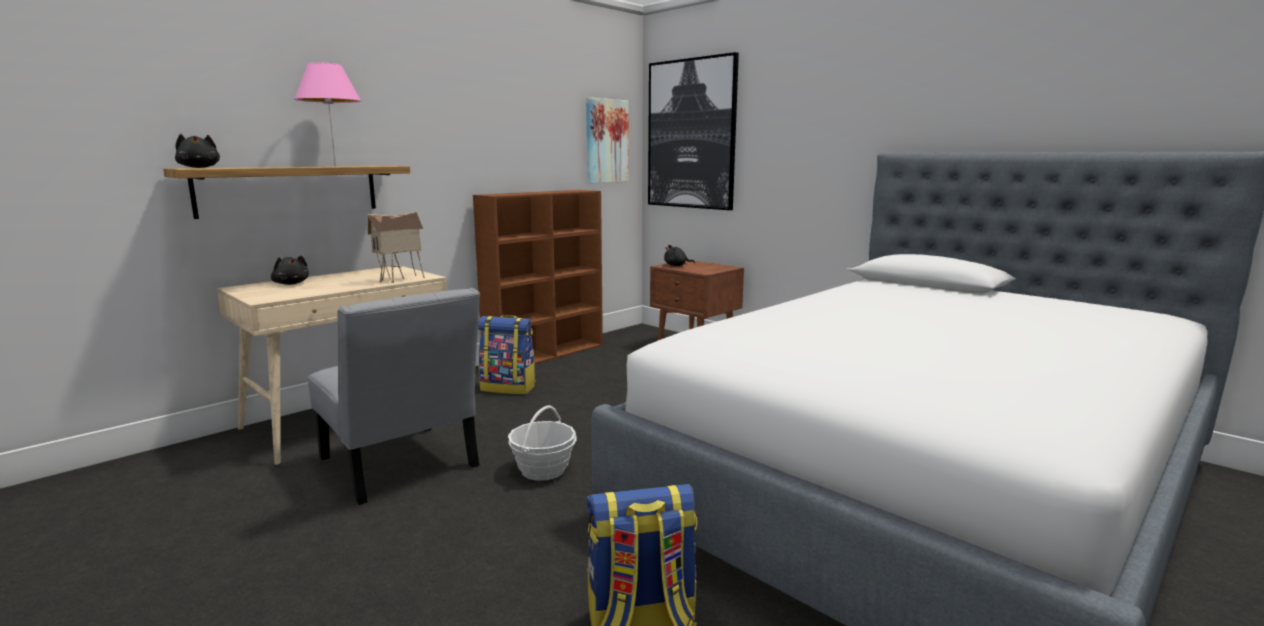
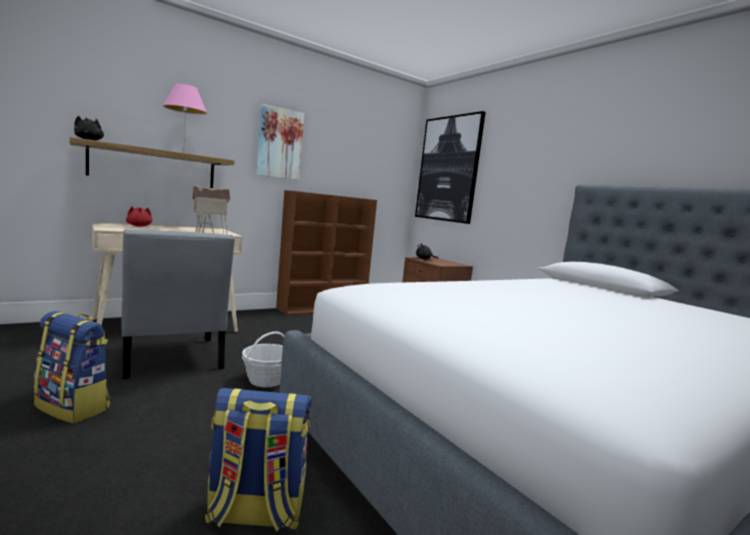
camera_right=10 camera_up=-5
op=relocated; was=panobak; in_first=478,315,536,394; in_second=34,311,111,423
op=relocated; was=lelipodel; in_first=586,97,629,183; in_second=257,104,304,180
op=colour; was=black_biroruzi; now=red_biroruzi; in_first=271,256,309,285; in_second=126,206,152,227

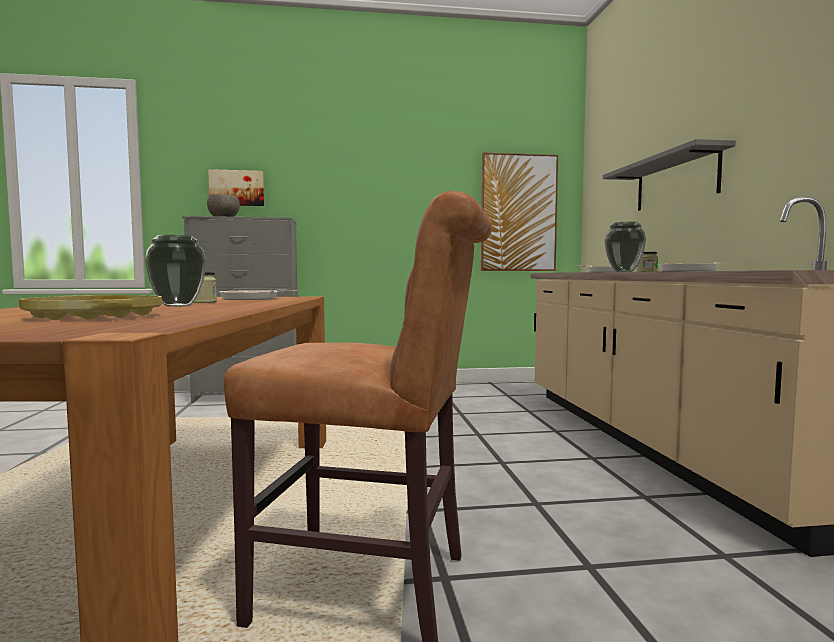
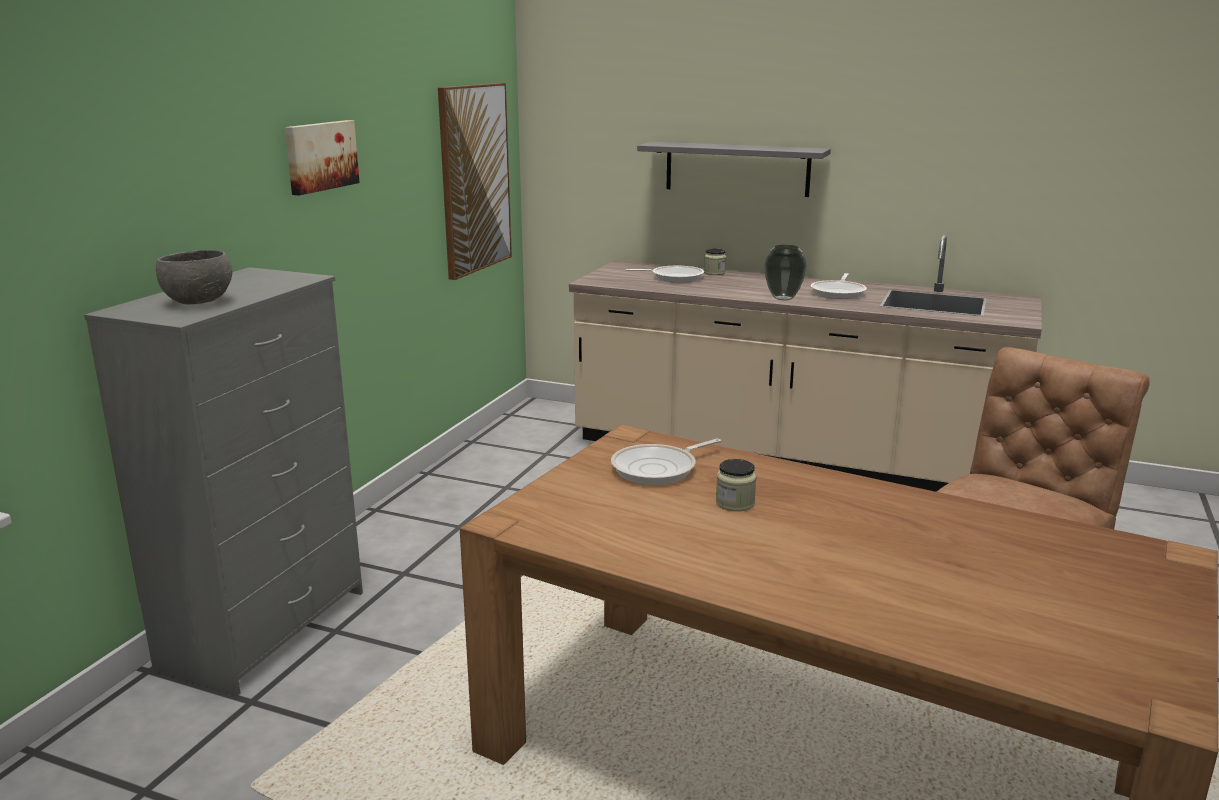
camera_right=-60 camera_up=15
op=missing; was=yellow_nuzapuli; in_first=19,295,162,320
op=missing; was=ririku; in_first=145,235,206,307
op=relocated; was=lelipodel; in_first=208,169,264,206; in_second=285,120,360,195

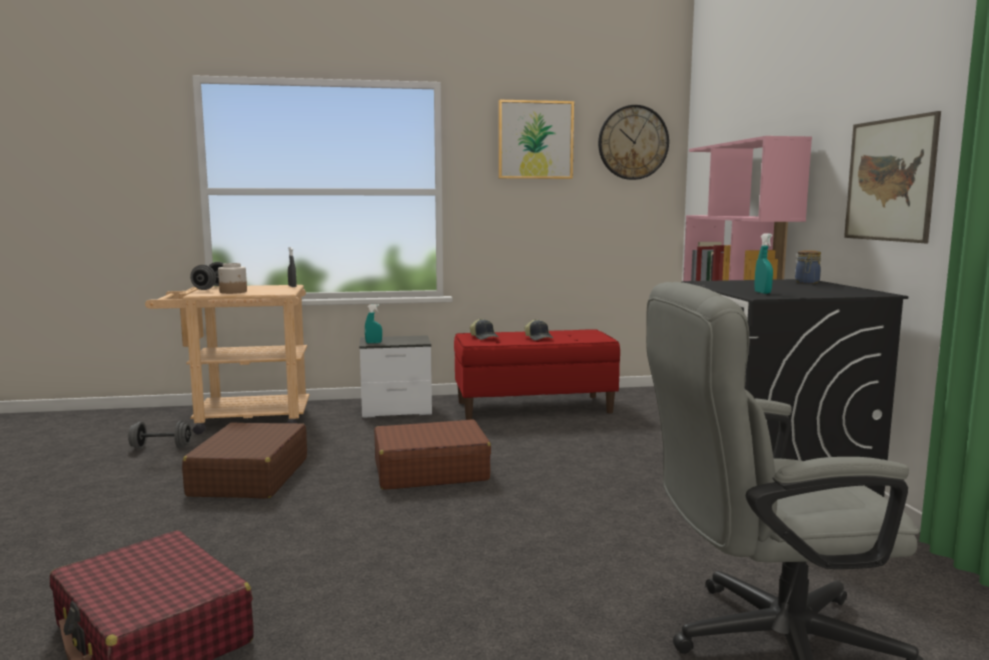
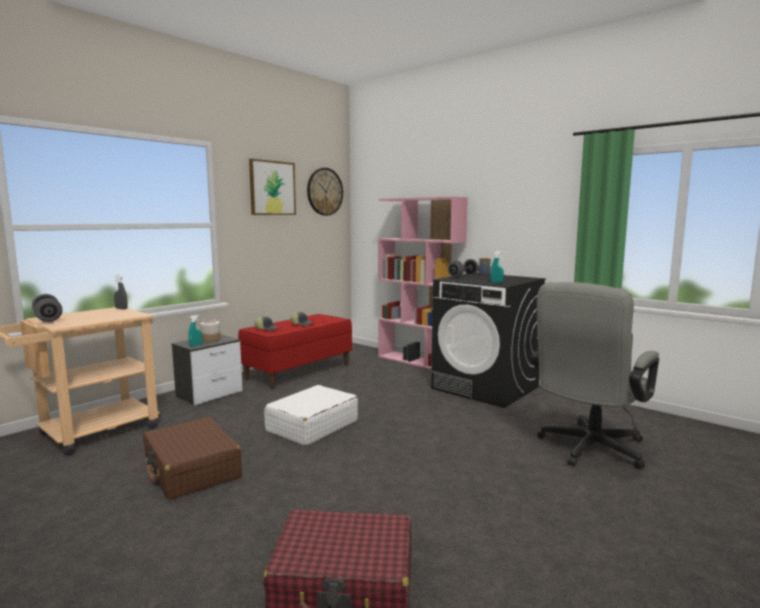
camera_right=-40 camera_up=0
op=missing; was=lelipodel; in_first=844,111,941,243
op=relocated; was=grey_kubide; in_first=128,421,192,449; in_second=448,259,479,278
op=relocated; was=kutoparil; in_first=218,263,247,294; in_second=200,319,221,342
op=colour; was=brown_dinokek; now=white_dinokek; in_first=374,419,491,490; in_second=264,385,358,446

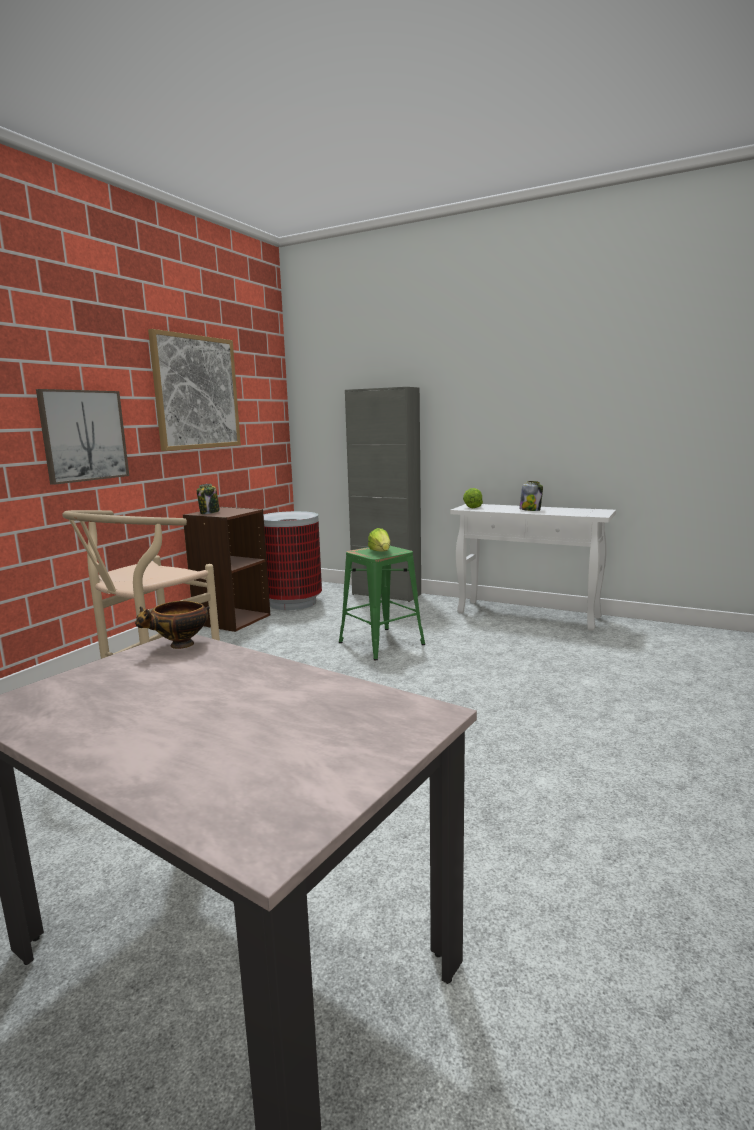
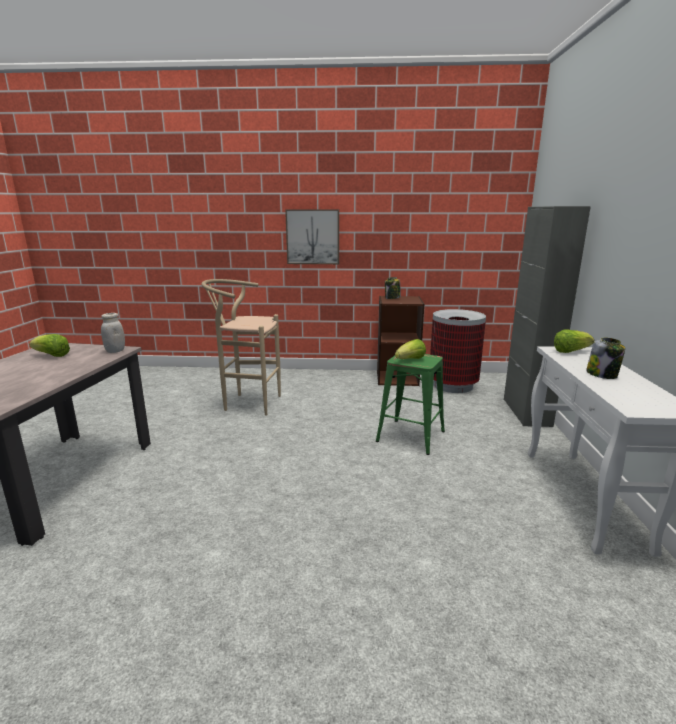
camera_right=65 camera_up=5
op=missing; was=lelipodel; in_first=148,329,241,451
op=appeared; now=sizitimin; in_second=29,334,70,357
op=exchanged; was=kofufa; now=white_kutoparil; in_first=135,601,210,649; in_second=101,313,125,353

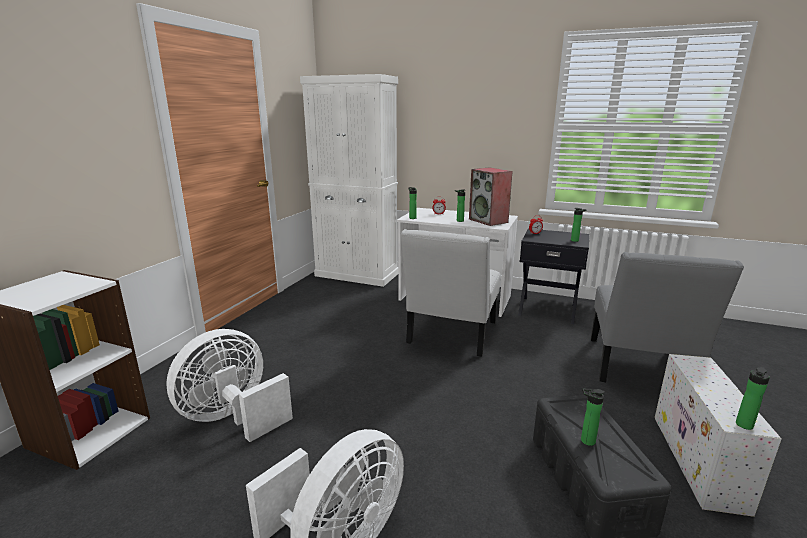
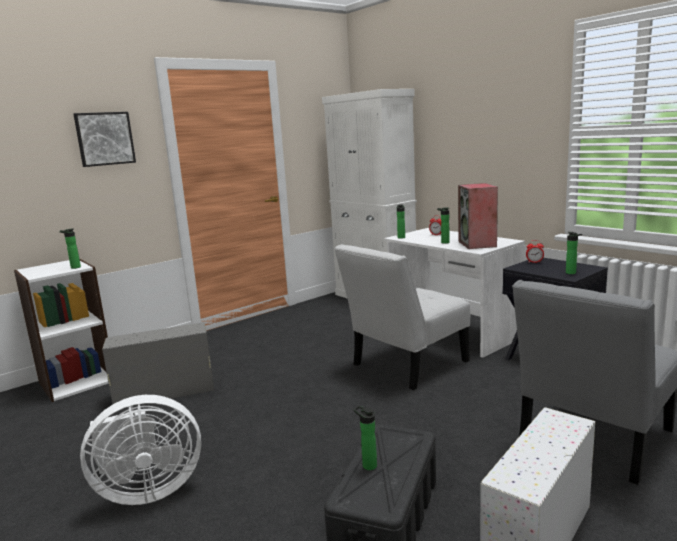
camera_right=30 camera_up=-5
op=appeared; now=lelipodel; in_second=73,112,136,167
op=relocated; was=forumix; in_first=736,367,770,430; in_second=59,229,81,269
op=exchanged; was=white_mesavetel; now=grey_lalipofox; in_first=166,329,293,442; in_second=102,322,214,406

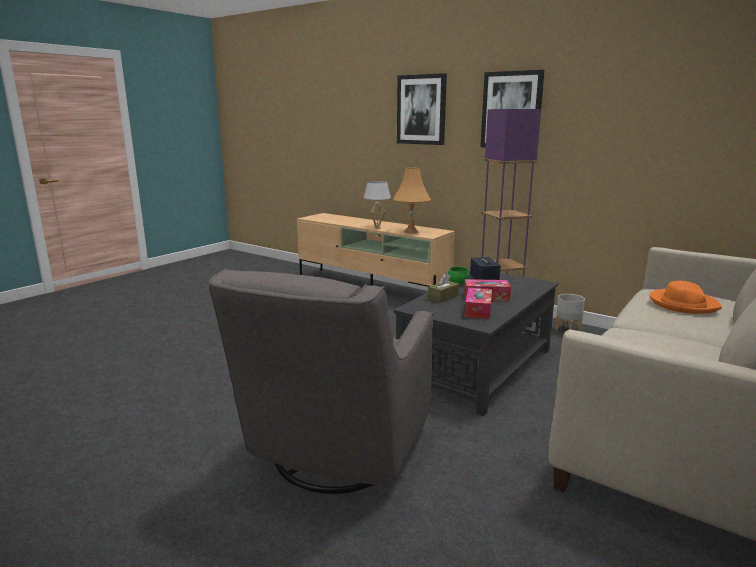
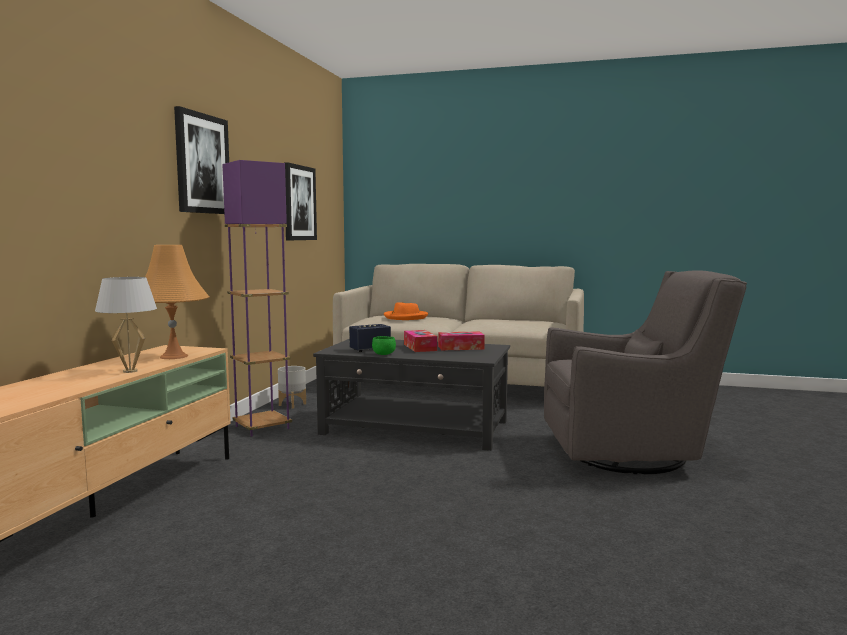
camera_right=-110 camera_up=-10
op=missing; was=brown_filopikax; in_first=428,273,459,303
op=relocated; was=lelipodel; in_first=397,73,447,145; in_second=285,162,317,240

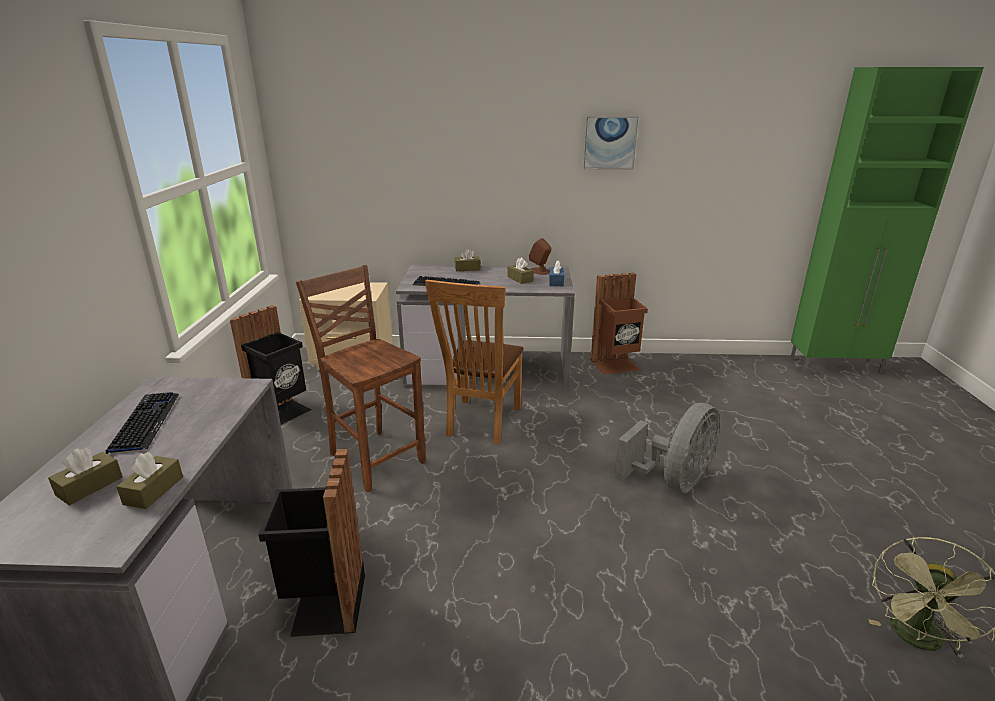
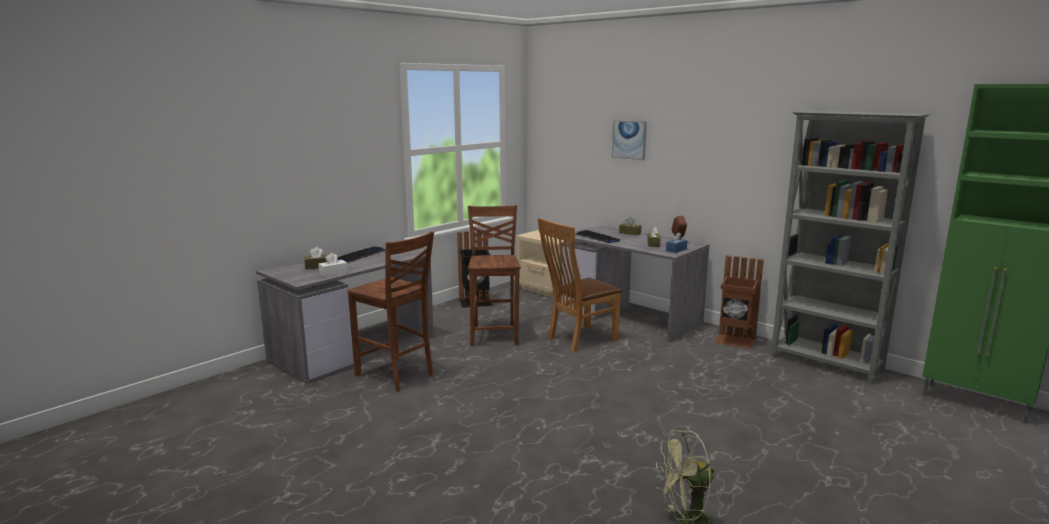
camera_right=40 camera_up=-10
op=missing; was=grey_mesavetel; in_first=615,403,719,493
op=appeared; now=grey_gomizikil; in_second=771,111,931,384
op=relocated; was=lelipodel; in_first=583,116,638,170; in_second=612,120,647,160
op=exchanged; was=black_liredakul; now=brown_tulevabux; in_first=258,449,365,637; in_second=347,231,434,392
op=colour; was=brown_filopikax; now=white_filopikax; in_first=117,452,183,509; in_second=319,253,348,277

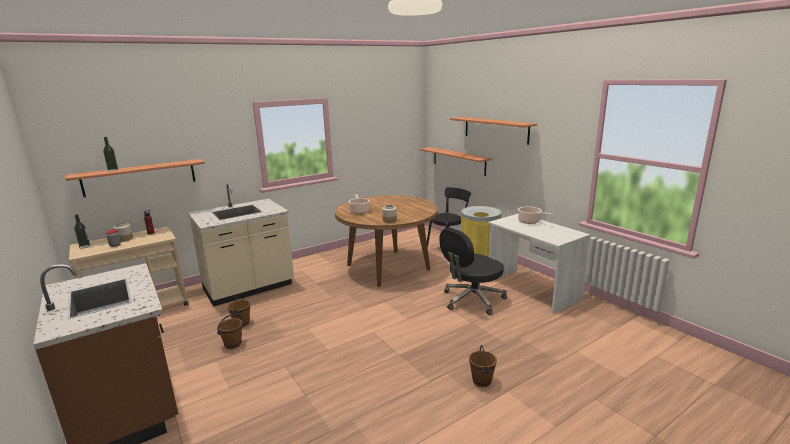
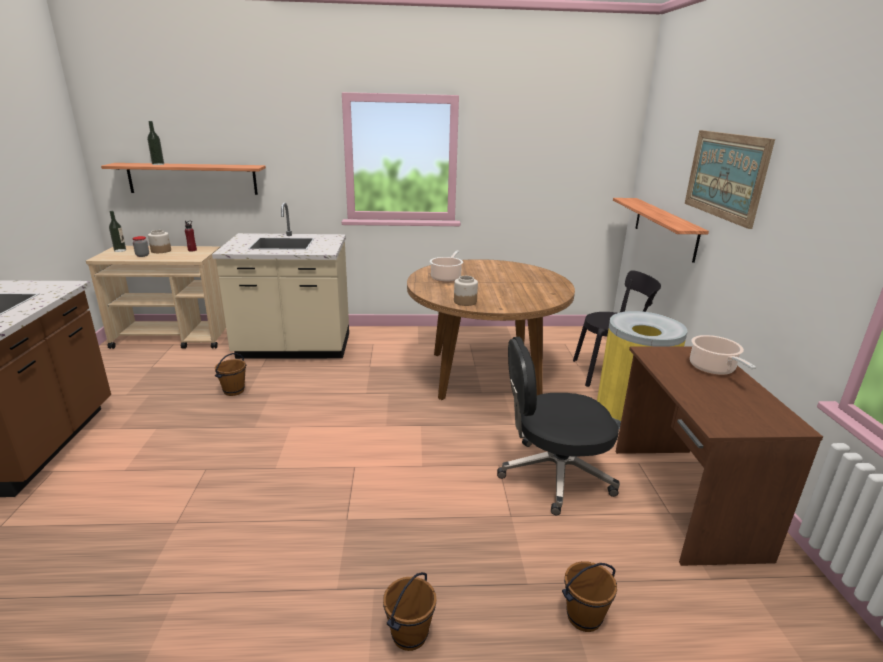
camera_right=30 camera_up=5
op=relocated; was=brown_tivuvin; in_first=217,314,243,349; in_second=562,561,617,632
op=exchanged; was=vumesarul; now=lelipodel; in_first=450,117,537,145; in_second=685,130,775,229
op=colour; was=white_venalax; now=brown_venalax; in_first=488,214,590,314; in_second=616,346,823,566

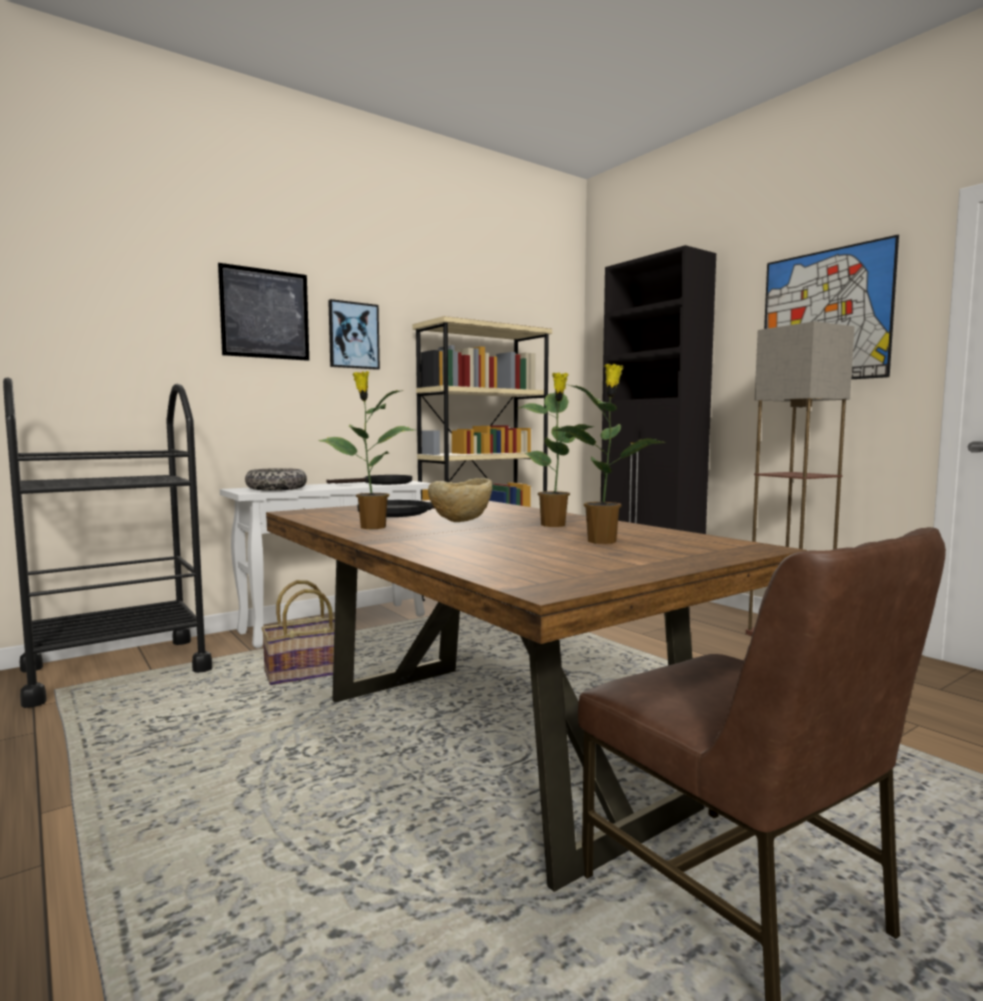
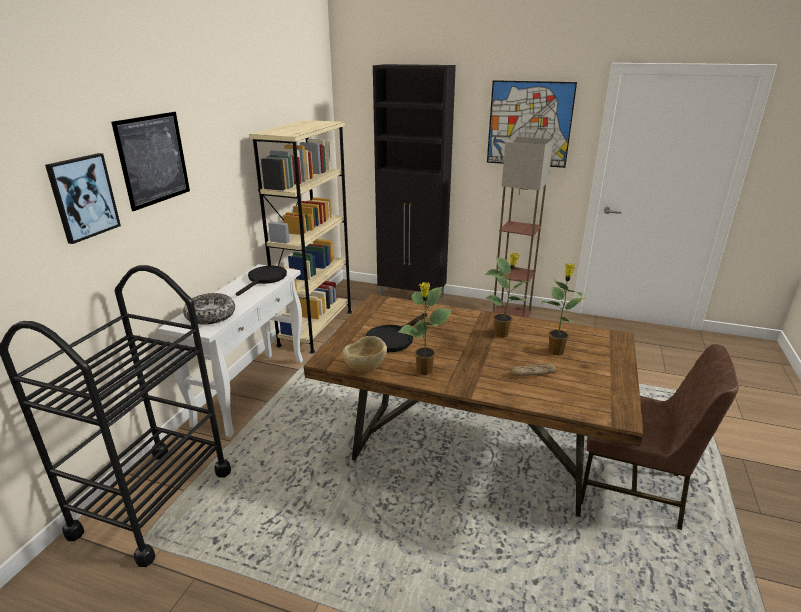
camera_right=-35 camera_up=20
op=missing; was=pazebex; in_first=261,580,335,685
op=appeared; now=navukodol; in_second=511,363,556,376
op=relocated; was=lelipodel; in_first=328,299,380,370; in_second=45,153,121,244
op=relocated; was=beige_kofufa; in_first=428,478,492,522; in_second=342,336,387,372

